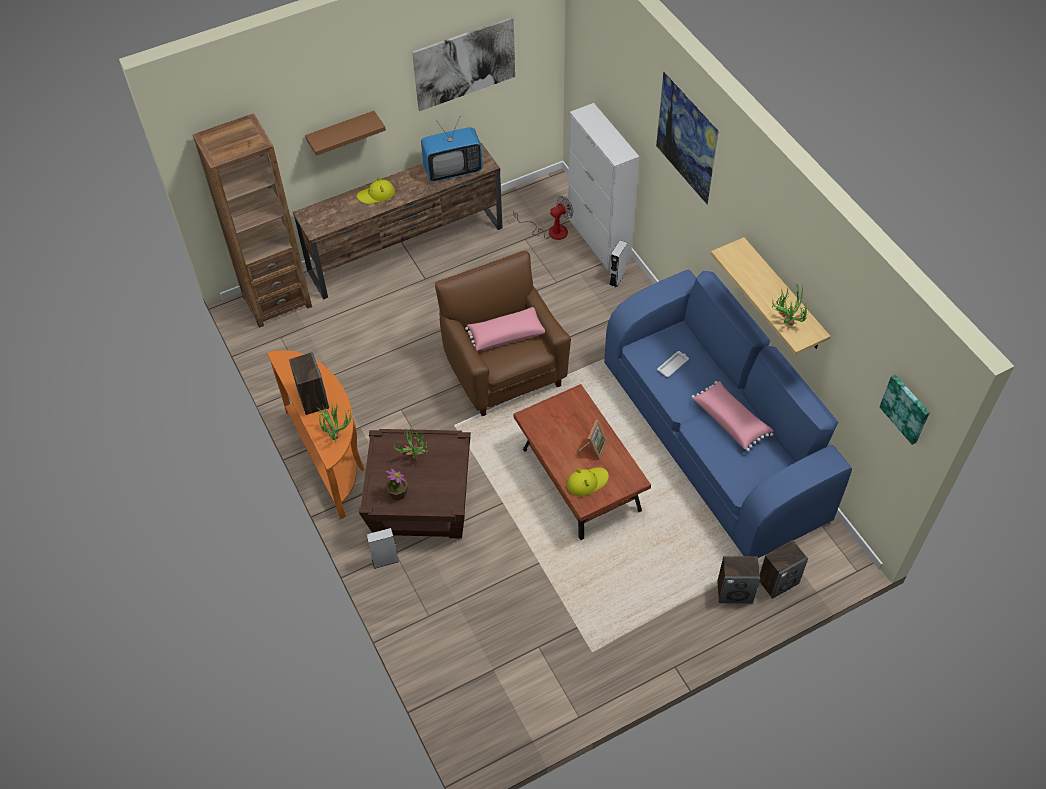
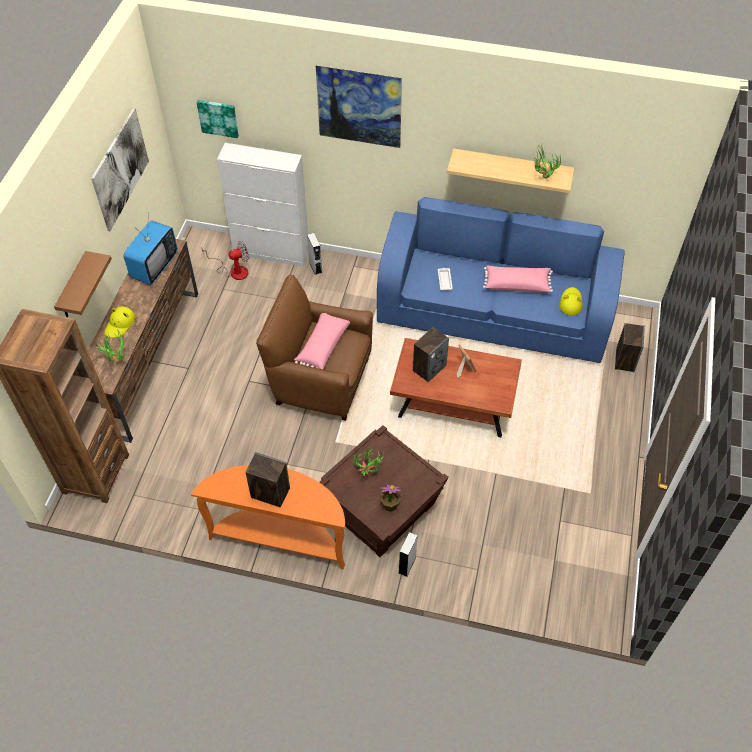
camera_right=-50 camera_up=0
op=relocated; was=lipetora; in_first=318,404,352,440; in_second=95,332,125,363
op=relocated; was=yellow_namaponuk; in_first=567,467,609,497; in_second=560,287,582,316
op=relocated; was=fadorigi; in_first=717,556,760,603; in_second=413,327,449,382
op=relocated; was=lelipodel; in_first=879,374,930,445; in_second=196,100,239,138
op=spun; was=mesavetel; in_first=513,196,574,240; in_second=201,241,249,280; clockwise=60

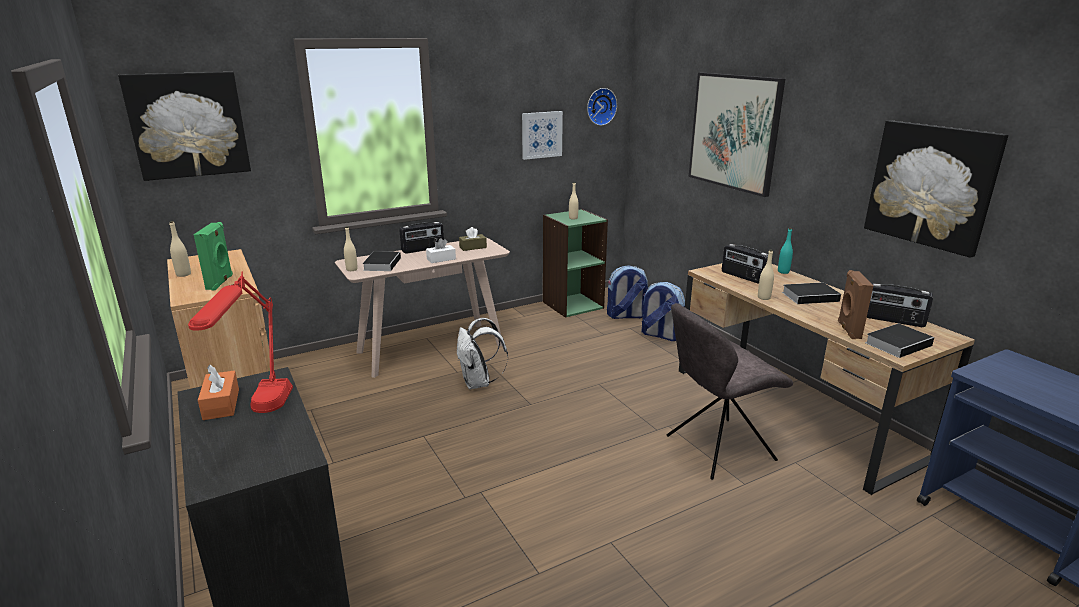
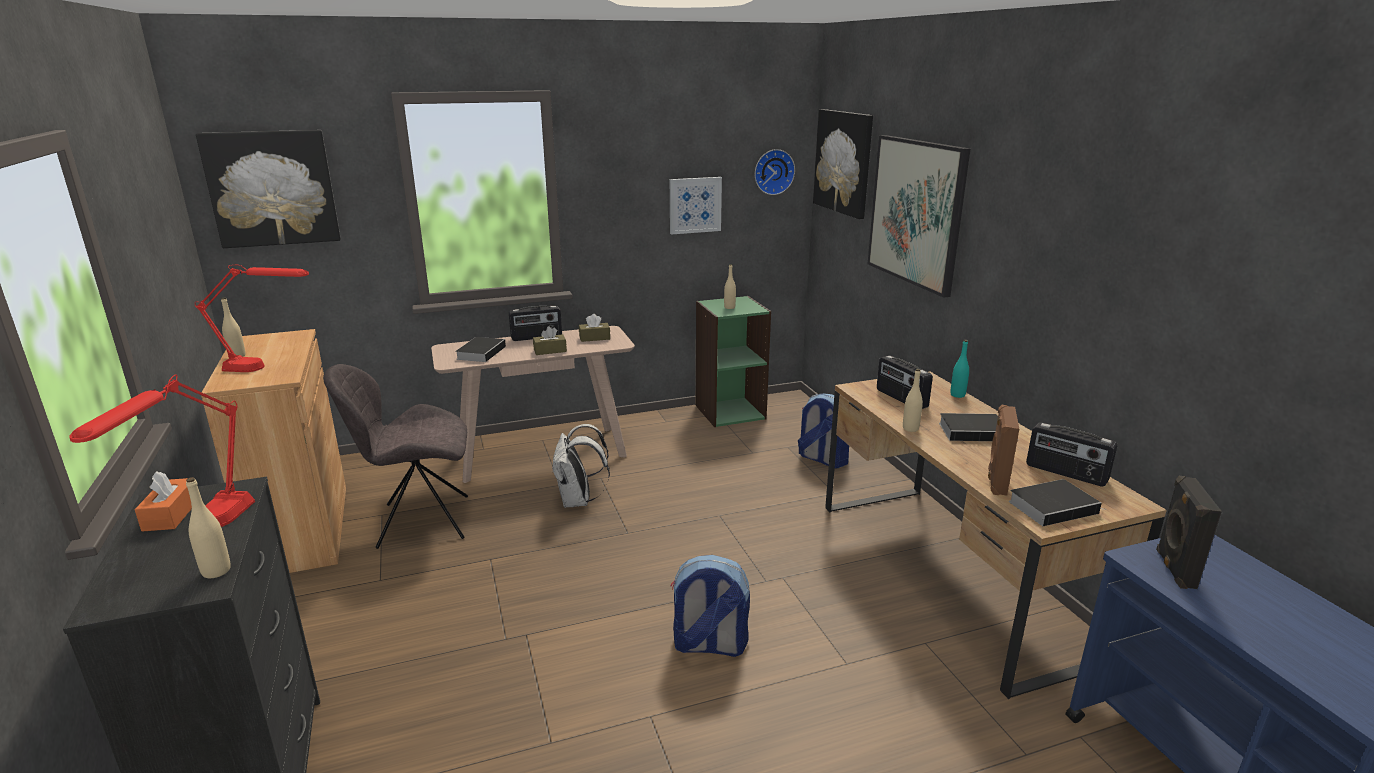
camera_right=10 camera_up=0
op=appeared; now=black_fadorigi; in_second=1156,476,1222,589
op=relocated; was=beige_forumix; in_first=344,226,358,271; in_second=186,477,231,578
op=relocated; was=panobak; in_first=607,265,648,319; in_second=671,555,750,657
op=relocated; was=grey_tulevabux; in_first=667,303,793,480; in_second=323,364,468,549
op=relocated; was=lelipodel; in_first=864,120,1008,258; in_second=813,109,873,219
op=exchanged; was=green_fadorigi; now=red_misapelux; in_first=194,222,233,290; in_second=195,265,309,372
op=colour; was=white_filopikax; now=brown_filopikax; in_first=426,238,456,263; in_second=533,326,567,355

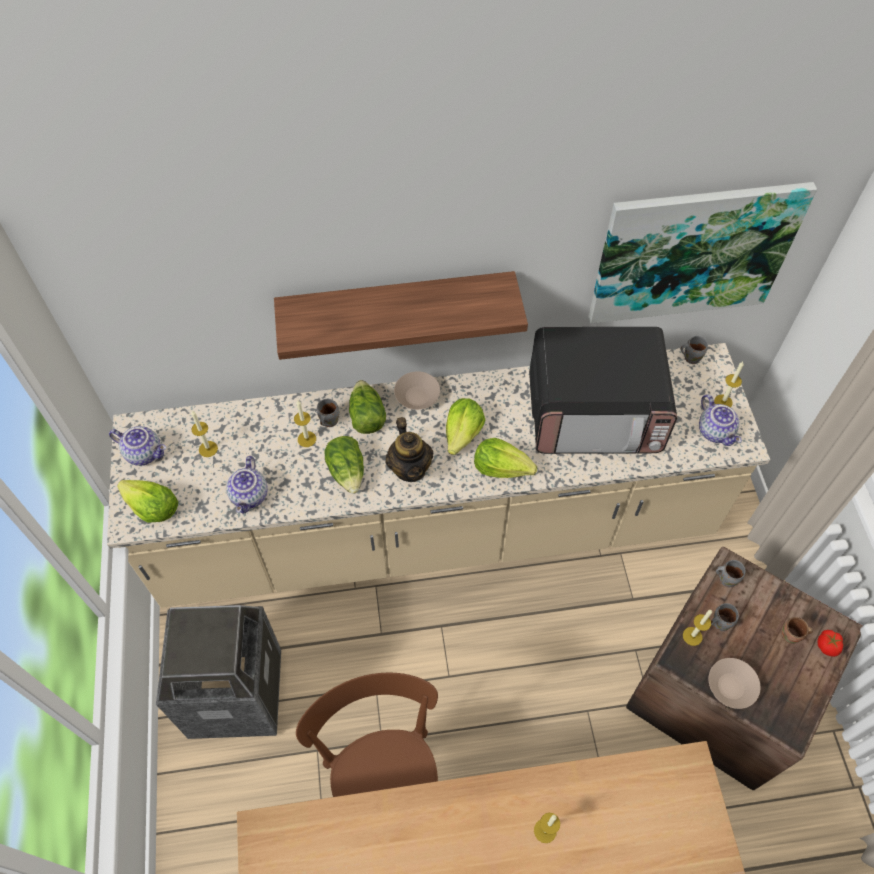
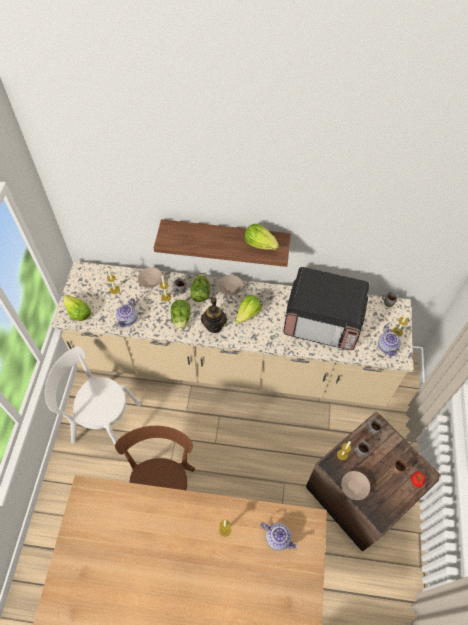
camera_right=15 camera_up=0
op=missing; was=lelipodel; in_first=589,182,817,323
op=appeared; now=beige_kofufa; in_second=138,267,163,288
op=relocated; was=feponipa; in_first=109,426,166,466; in_second=261,522,298,550
op=relocated; was=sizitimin; in_first=474,438,537,478; in_second=244,224,279,250
op=exchanged; was=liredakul; now=white_tulevabux; in_first=156,605,281,739; in_second=45,346,141,445

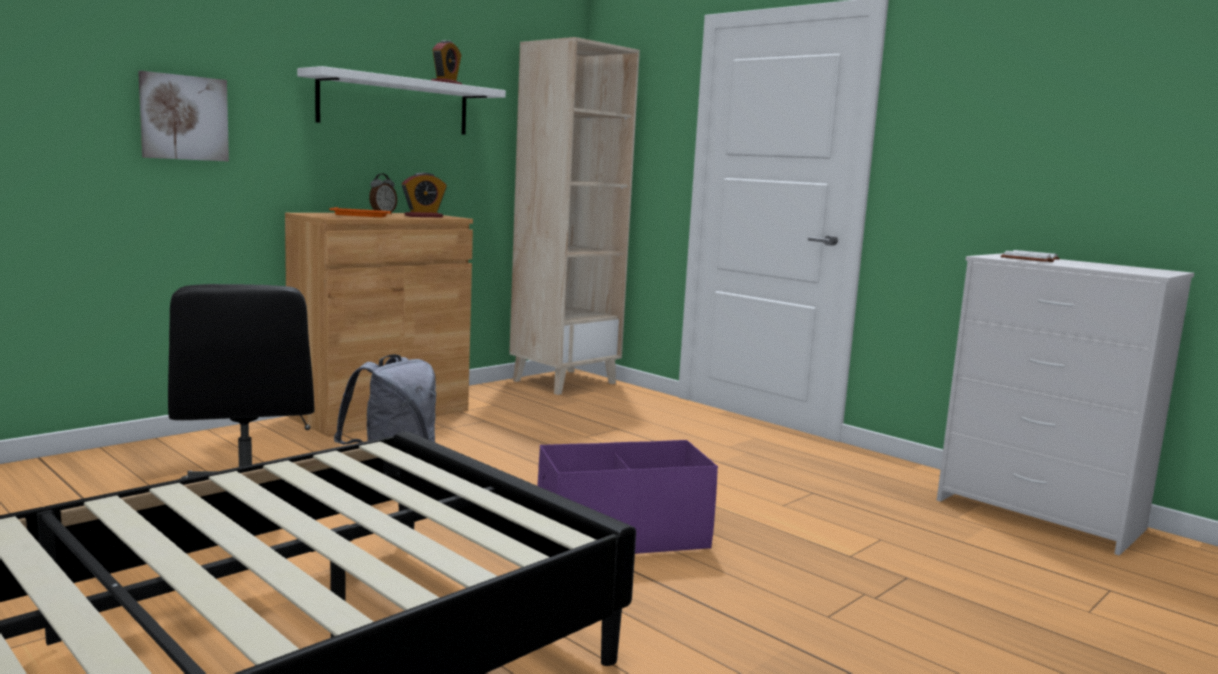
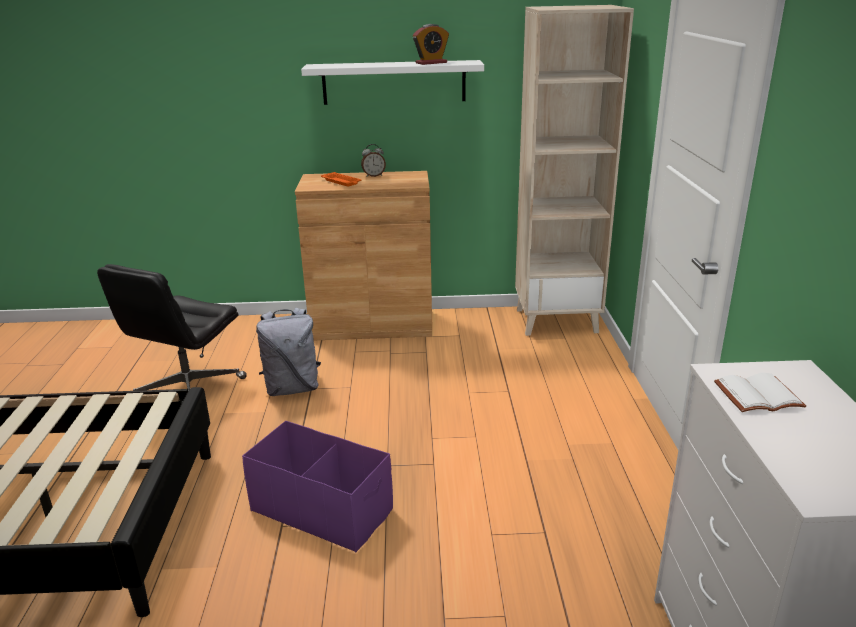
camera_right=45 camera_up=15
op=missing; was=lelipodel; in_first=138,71,229,161
op=missing; was=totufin; in_first=402,173,447,217

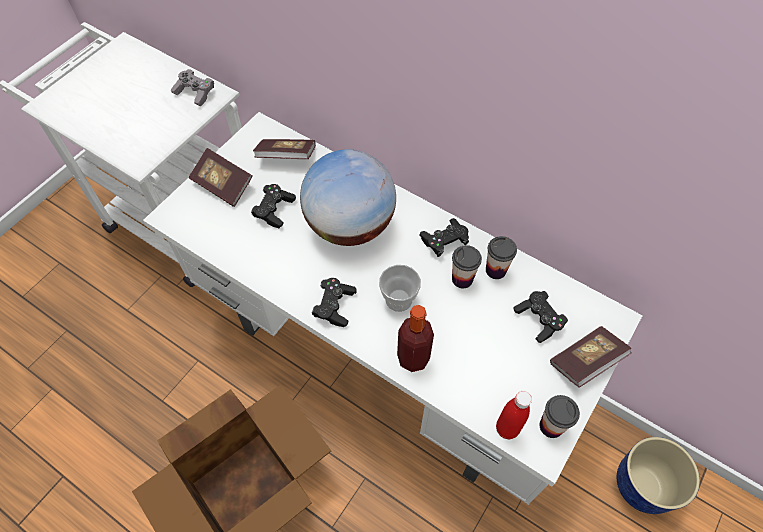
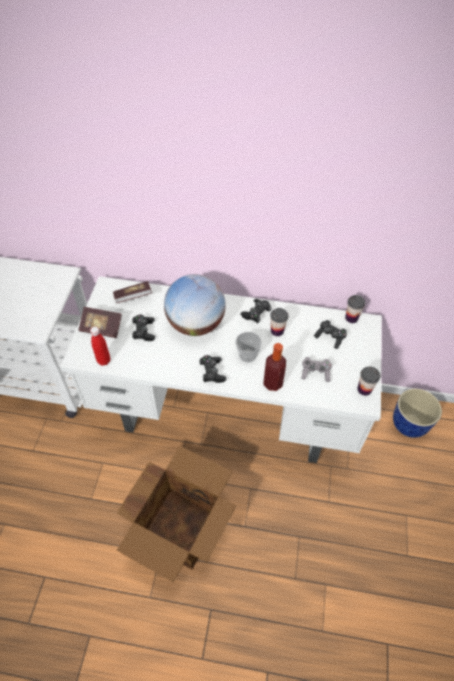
camera_right=-25 camera_up=-5
op=missing; was=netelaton; in_first=550,326,632,387
op=relocated; was=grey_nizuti; in_first=171,69,214,106; in_second=301,357,332,382
op=relocated; was=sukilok; in_first=486,236,517,279; in_second=345,295,366,323
op=relocated; was=red_forumix; in_first=496,391,532,439; in_second=90,327,110,366

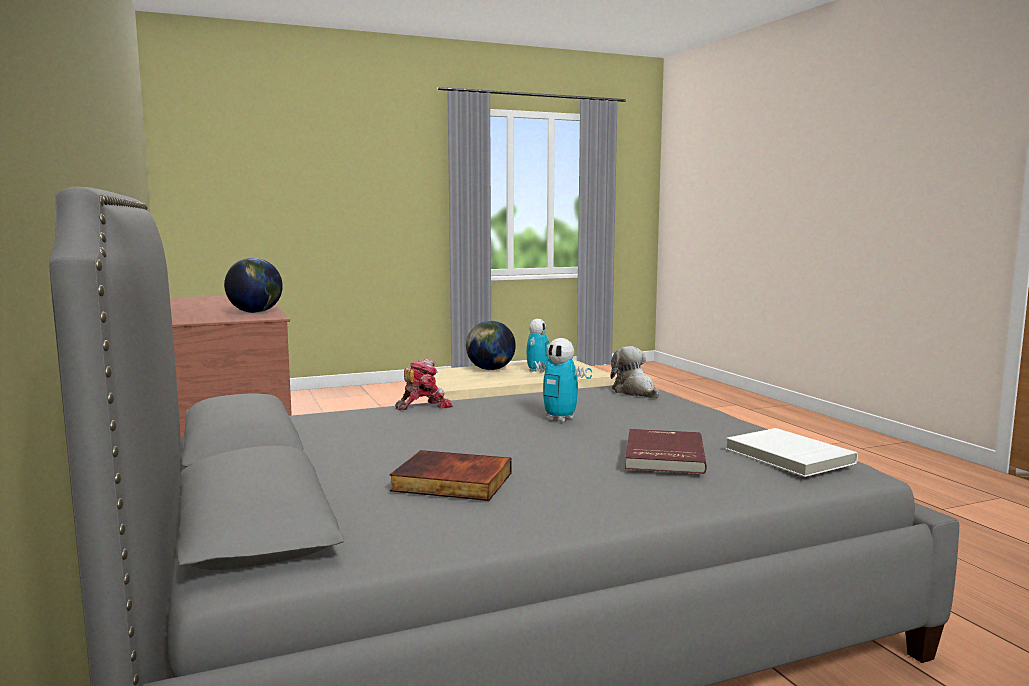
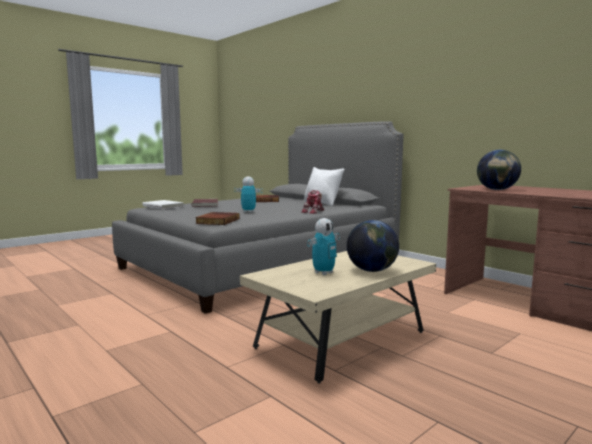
camera_right=160 camera_up=0
op=appeared; now=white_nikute; in_second=304,167,344,206
op=exchanged; was=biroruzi; now=netelaton; in_first=610,346,659,398; in_second=195,212,240,225
op=spun; was=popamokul; in_first=527,319,549,373; in_second=307,218,340,275; clockwise=-135

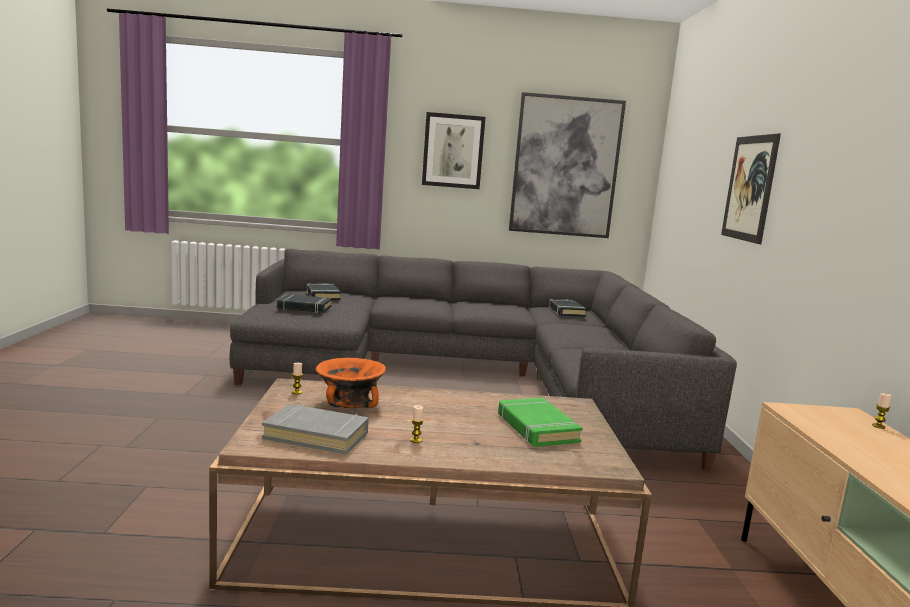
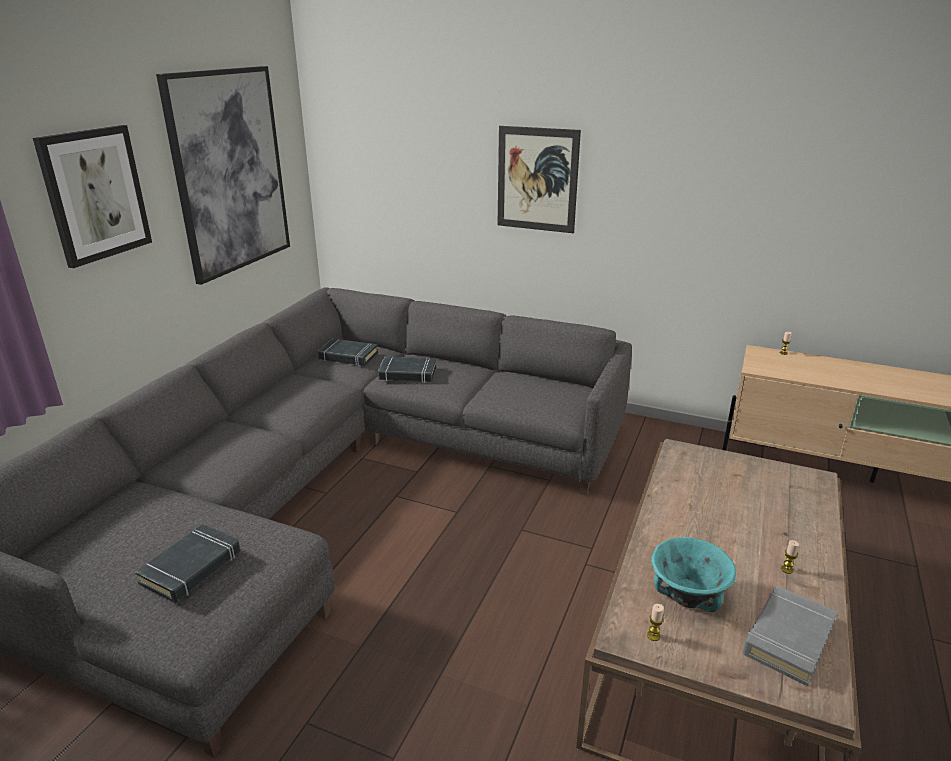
camera_right=-65 camera_up=15
op=missing; was=green_netelaton; in_first=498,398,583,447
op=relocated; was=black_netelaton; in_first=307,283,341,300; in_second=378,356,436,383
op=colour; was=orange_kofufa; now=turquoise_kofufa; in_first=316,358,386,408; in_second=651,537,736,612

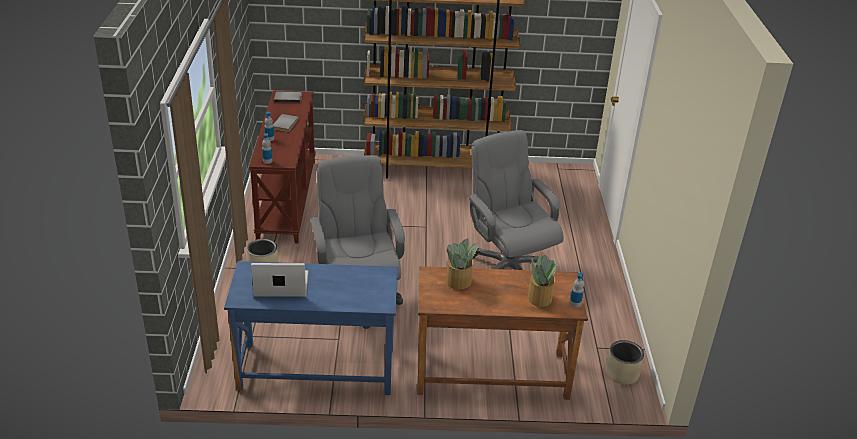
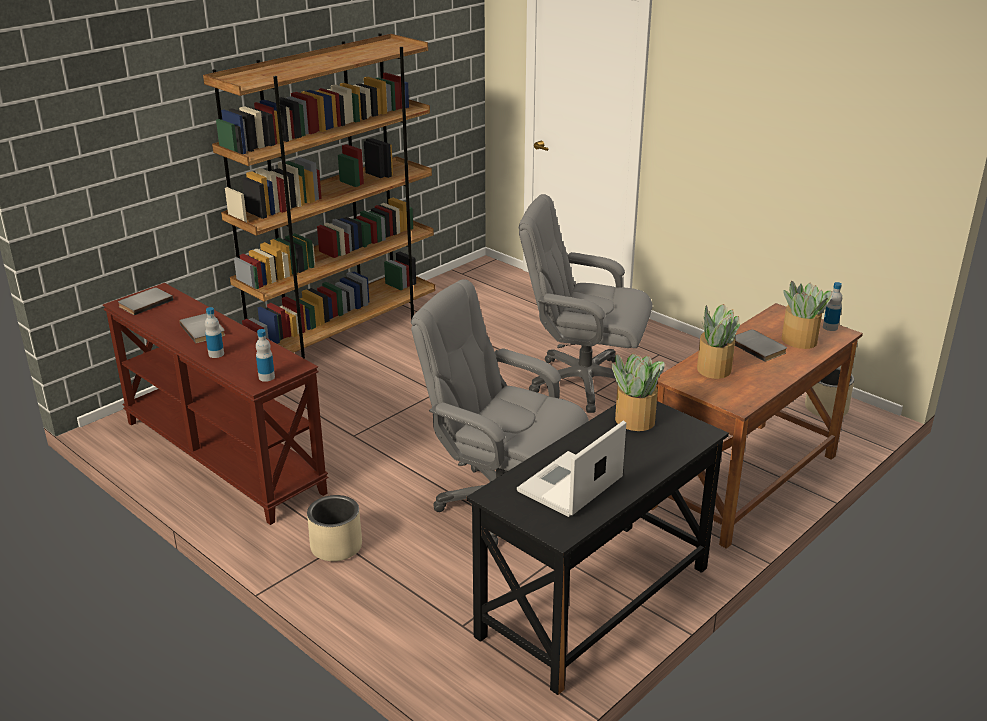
camera_right=-45 camera_up=-5
op=appeared; now=lipetora; in_second=611,353,664,431
op=appeared; now=grey_netelaton; in_second=735,329,787,362
op=colour; was=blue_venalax; now=black_venalax; in_first=224,261,398,395; in_second=467,401,729,695

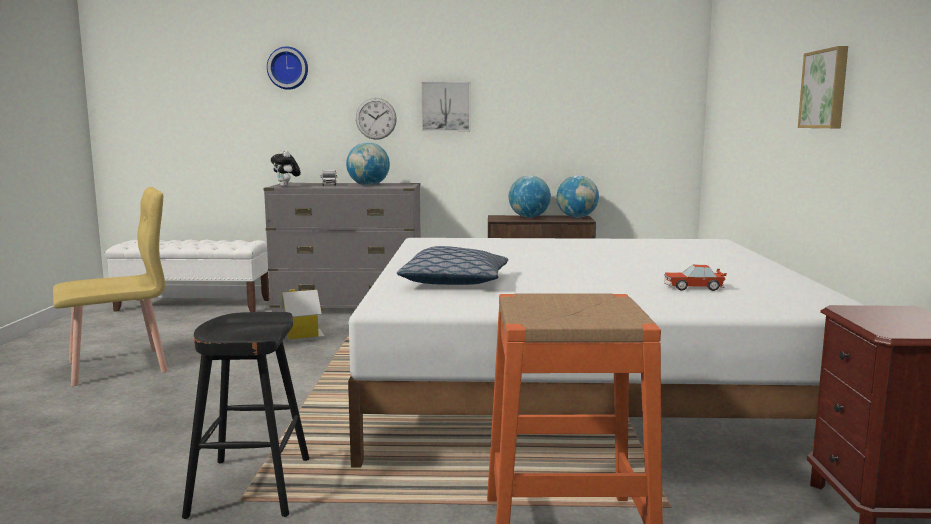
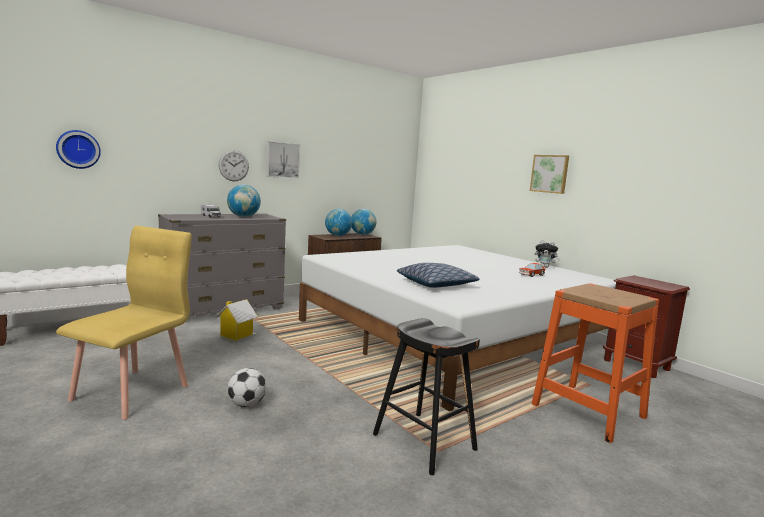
camera_right=-40 camera_up=0
op=appeared; now=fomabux; in_second=228,368,267,407
op=relocated; was=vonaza; in_first=267,46,308,90; in_second=56,130,101,169
op=relocated; was=biroruzi; in_first=271,150,301,187; in_second=535,240,560,268

